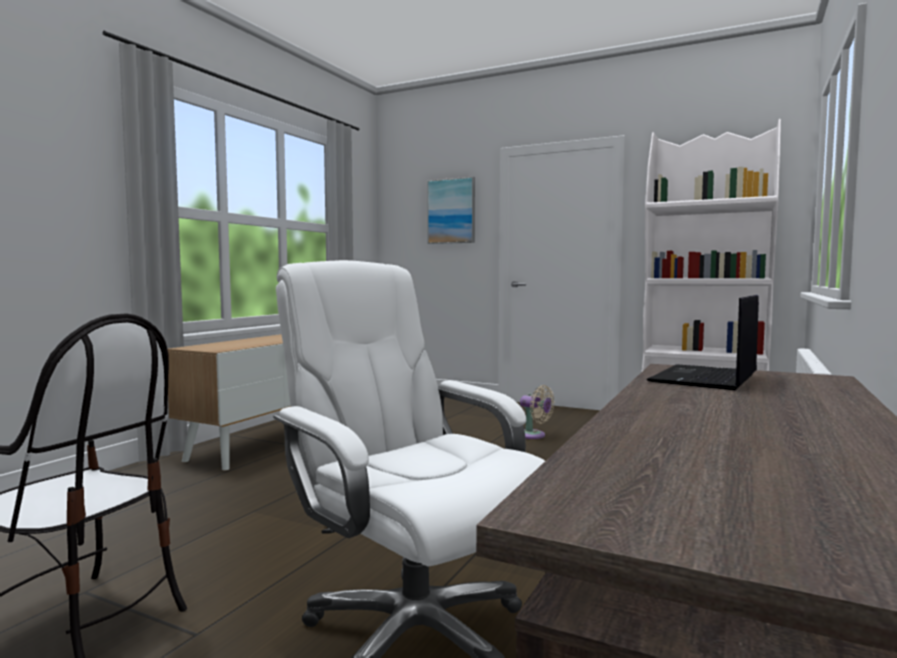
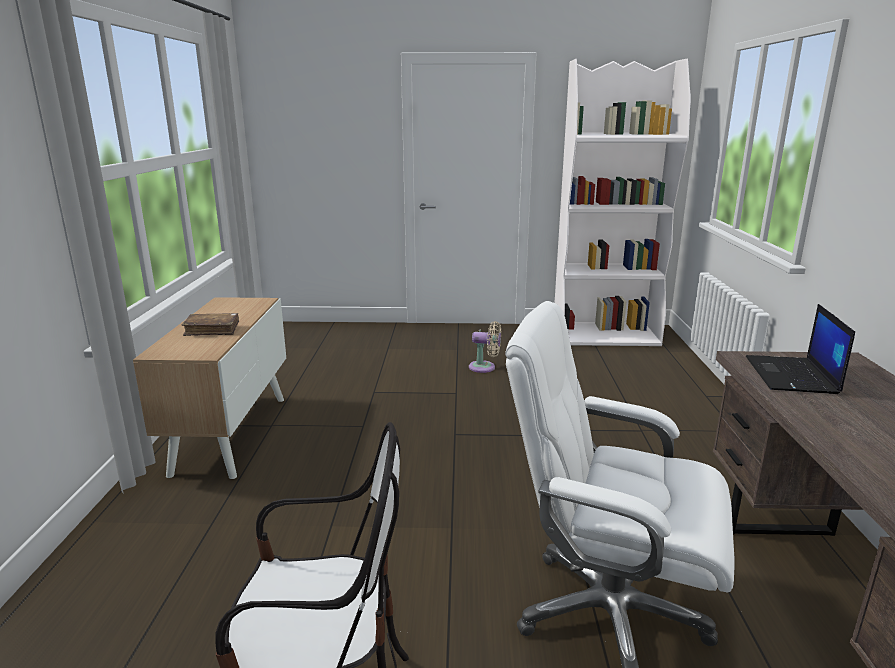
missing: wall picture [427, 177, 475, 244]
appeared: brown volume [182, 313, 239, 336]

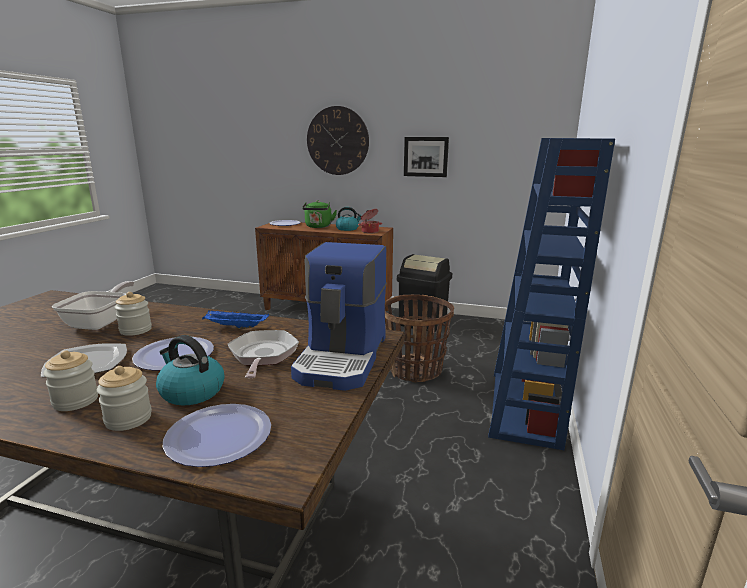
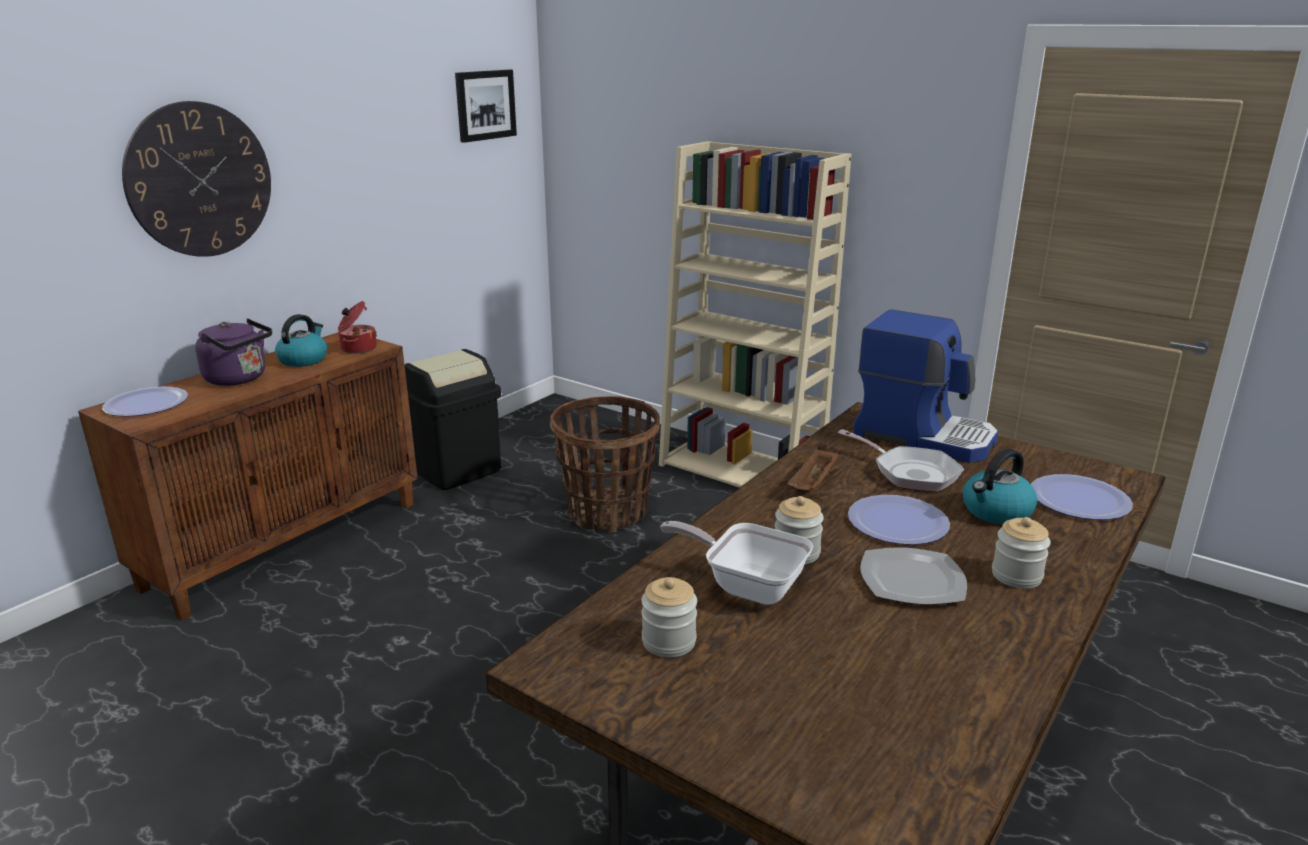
relocated: wall picture [404, 137, 449, 177] to [455, 70, 517, 143]; jar [97, 366, 152, 431] to [641, 577, 697, 657]
colour: blue-coloured bookshelf [488, 138, 615, 450] to beige-coloured bookshelf [659, 141, 851, 487]; green-coloured kettle [302, 200, 337, 228] to purple kettle [195, 319, 272, 386]; blue-coloured carrying tray [202, 310, 269, 329] to brown carrying tray [788, 447, 839, 490]
spun: frying pan [227, 330, 299, 378] = [838, 429, 964, 492] 150 degrees counterclockwise

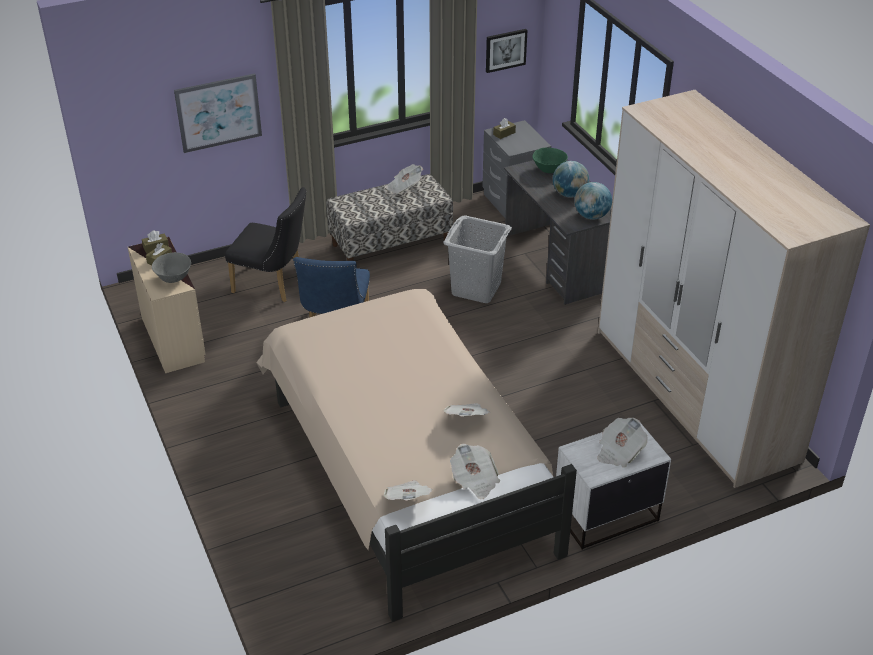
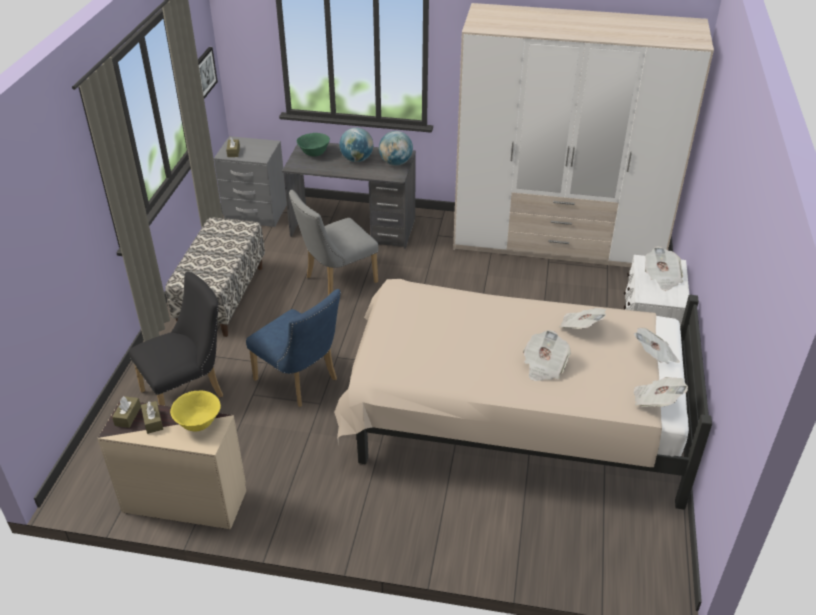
missing: wall picture [174, 73, 262, 153]
relocated: daily paper [386, 164, 423, 195] to [523, 330, 571, 381]
exchanged: greyish washing basket [444, 215, 512, 303] to greyish plain chair [289, 190, 378, 296]
colour: greyish deep dish [152, 252, 191, 283] to yellow-coloured deep dish [170, 391, 221, 432]

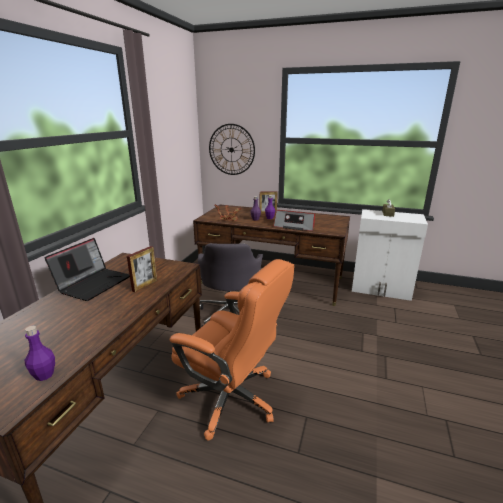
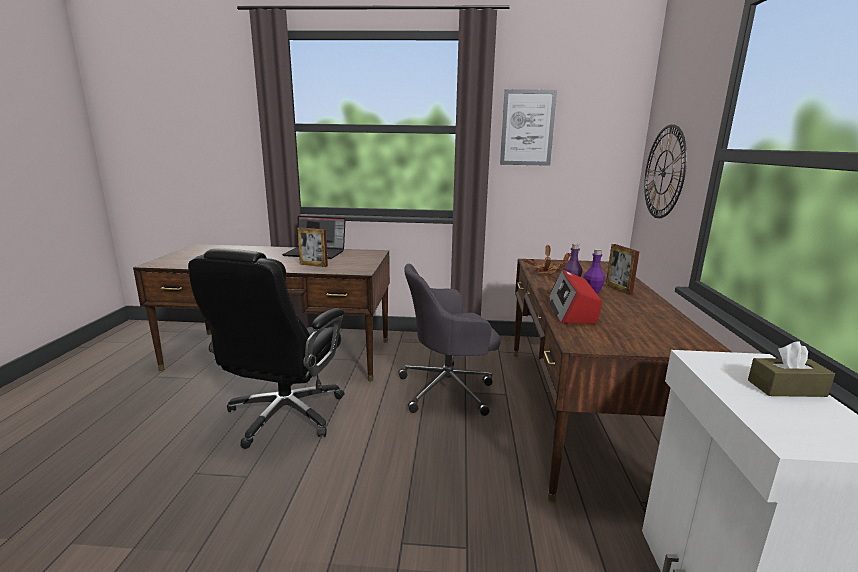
missing: purple drink bottle [25, 326, 55, 381]
appeared: wall picture [500, 89, 557, 166]
colour: orange-coloured office chair [170, 259, 294, 440] to black-coloured office chair [188, 248, 345, 449]

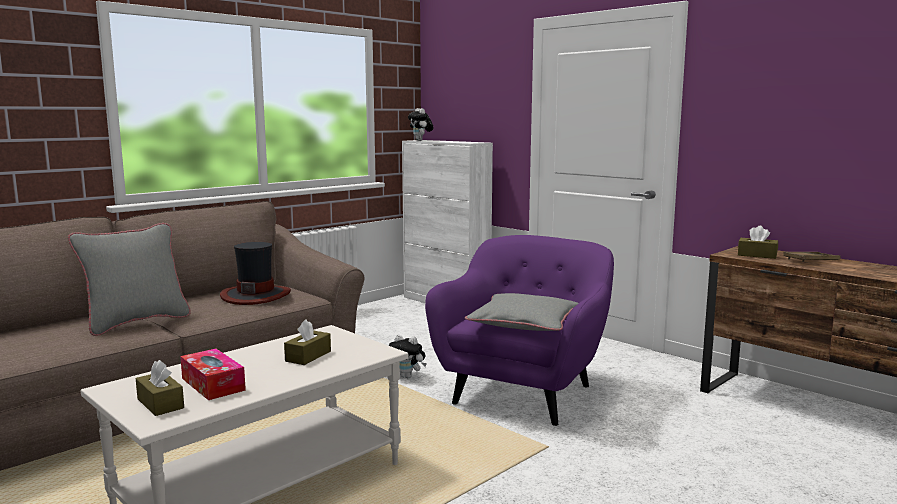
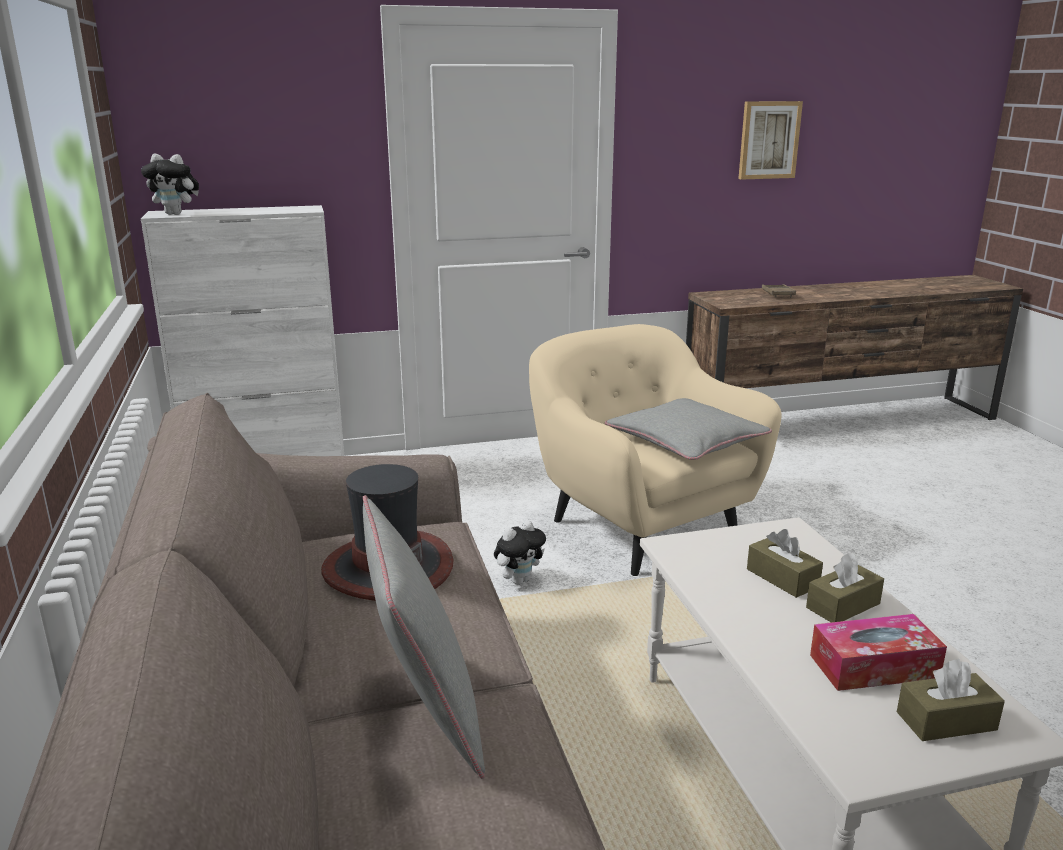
appeared: wall picture [738, 101, 803, 180]
relocated: brown box of tissues [738, 226, 778, 259] to [806, 552, 884, 622]
colour: purple lounge chair [425, 235, 614, 426] to beige-coloured lounge chair [529, 324, 781, 576]

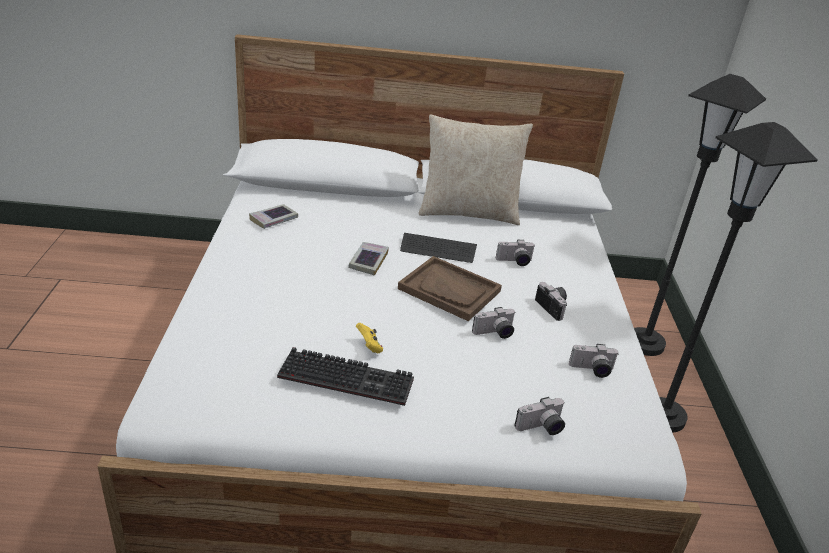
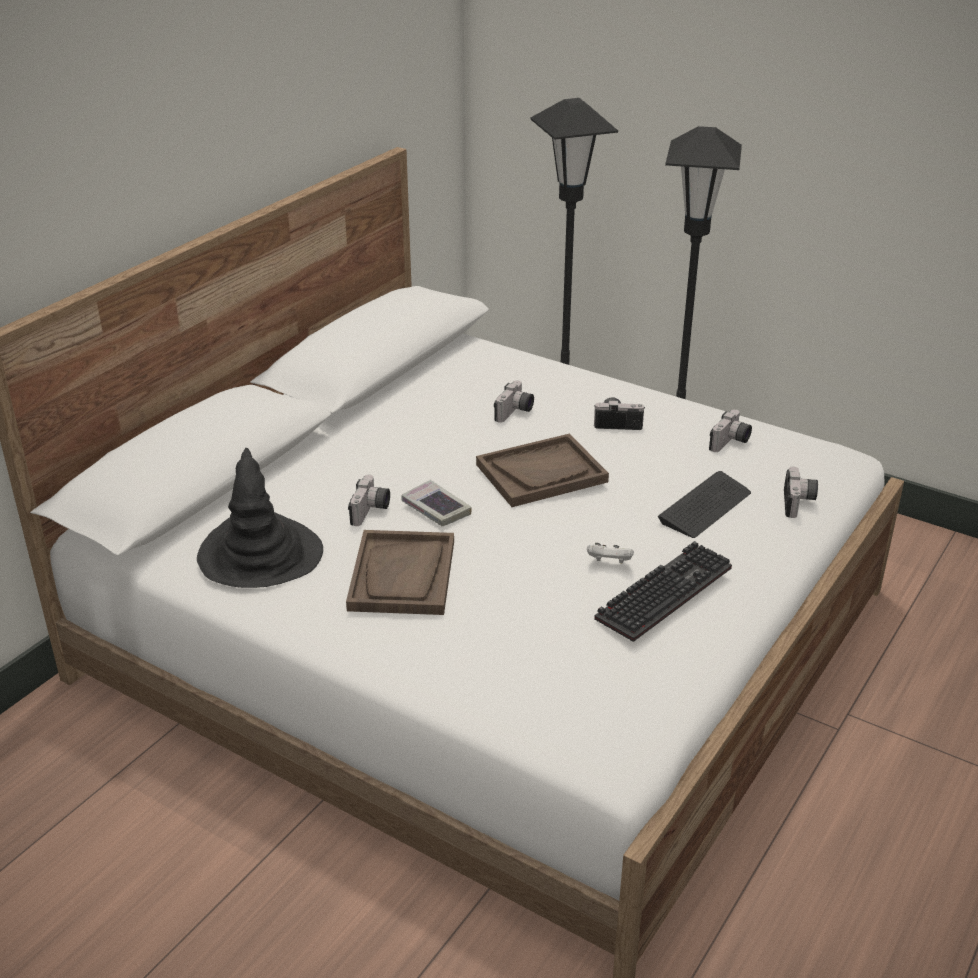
missing: beige-coloured throw pillow [418, 115, 533, 225]
appeared: brown carrying tray [346, 530, 454, 615]
relocated: keyboard [400, 233, 477, 263] to [658, 471, 751, 538]; photo camera [472, 307, 516, 339] to [348, 474, 390, 526]
exchanged: volume [249, 204, 298, 229] to black-coloured wearable hat [197, 448, 323, 588]
colour: yellow-coloured joypad [356, 323, 383, 353] to whitish joypad [587, 543, 634, 563]

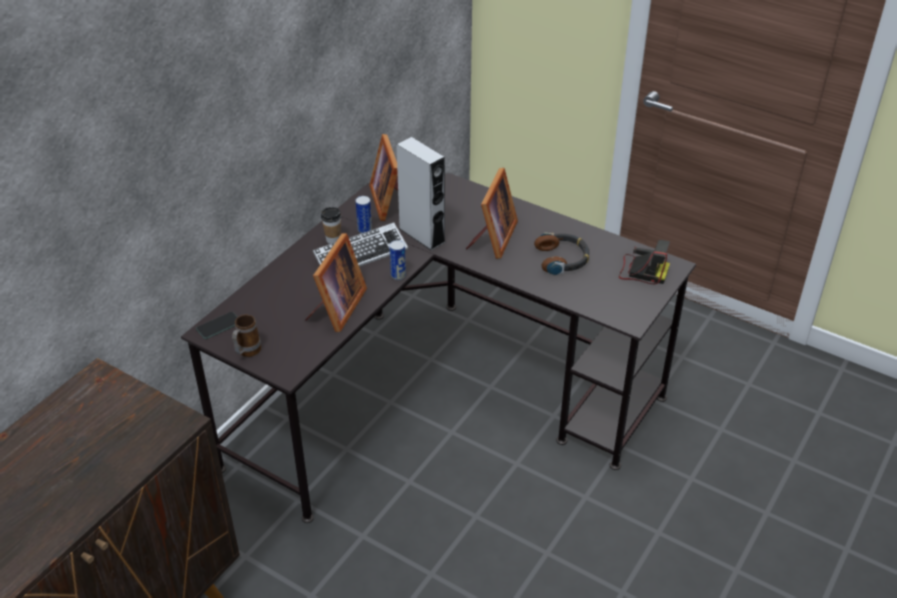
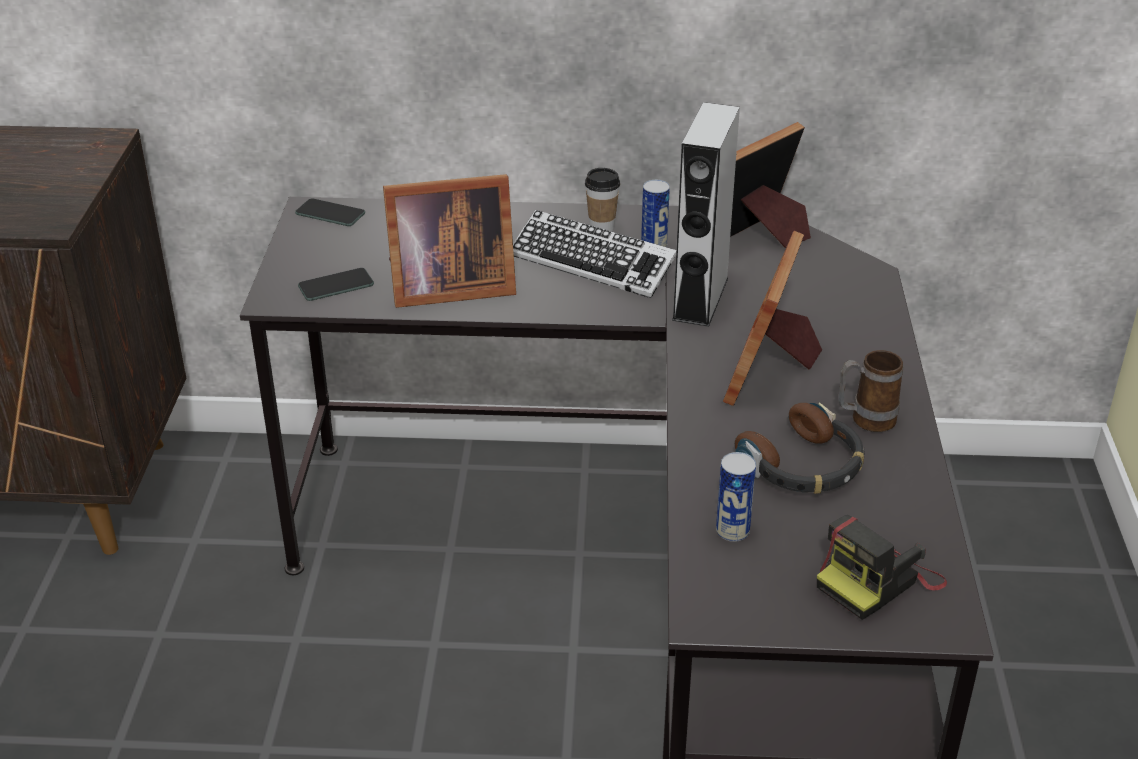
appeared: phone [298, 268, 374, 301]
relocated: can [389, 240, 406, 280] to [716, 452, 756, 542]; mug [232, 315, 261, 357] to [838, 350, 903, 432]
spun: picture frame [466, 168, 518, 259] = [723, 231, 822, 406] 120 degrees clockwise; photo camera [619, 240, 670, 284] = [817, 515, 947, 620] 60 degrees clockwise

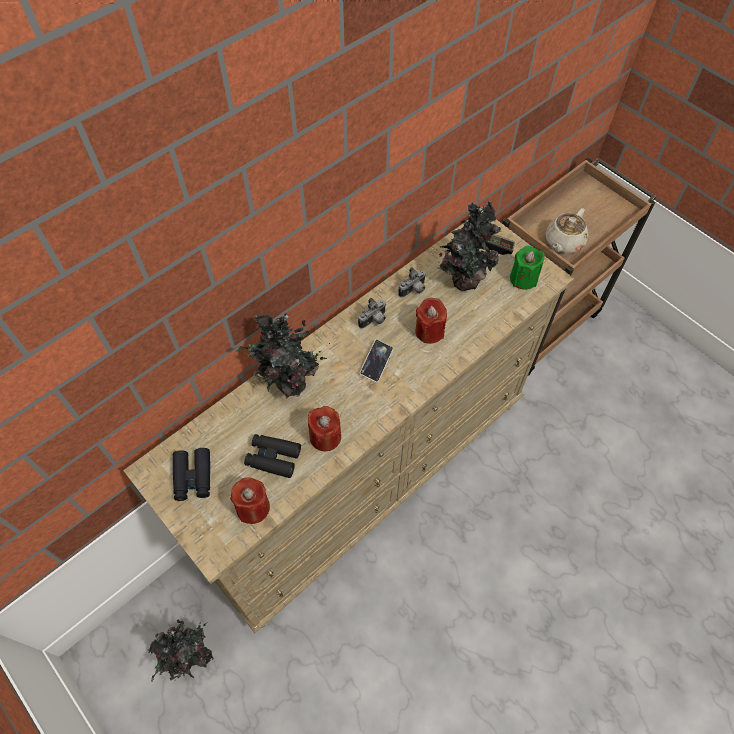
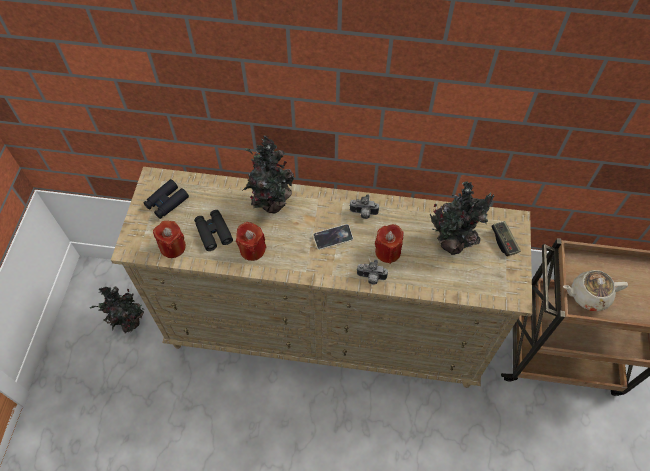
missing: green-coloured wax light [510, 246, 545, 290]
relocated: photo camera [398, 267, 426, 298] to [357, 260, 388, 284]

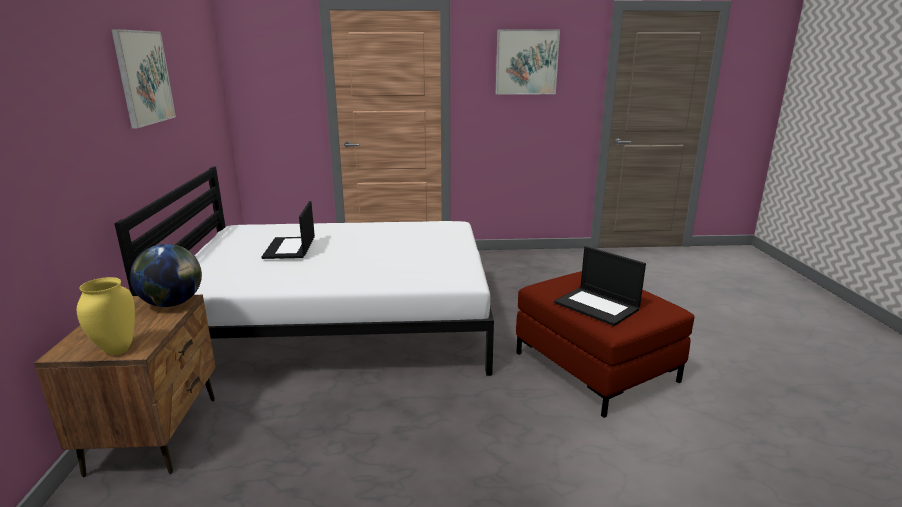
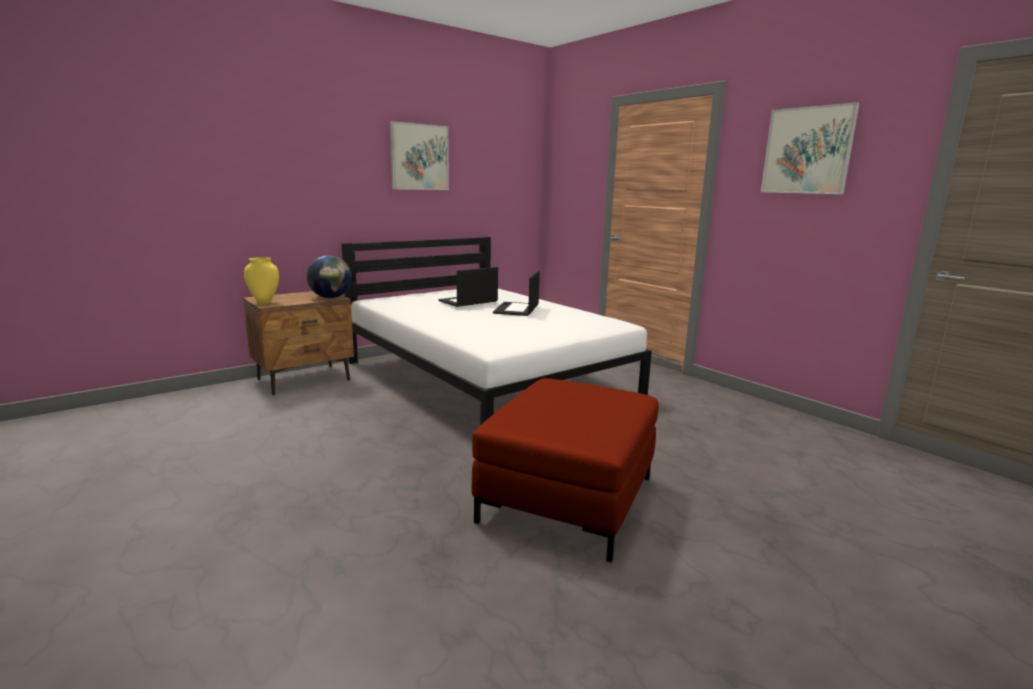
relocated: portable computer [554, 246, 646, 326] to [493, 270, 540, 316]

